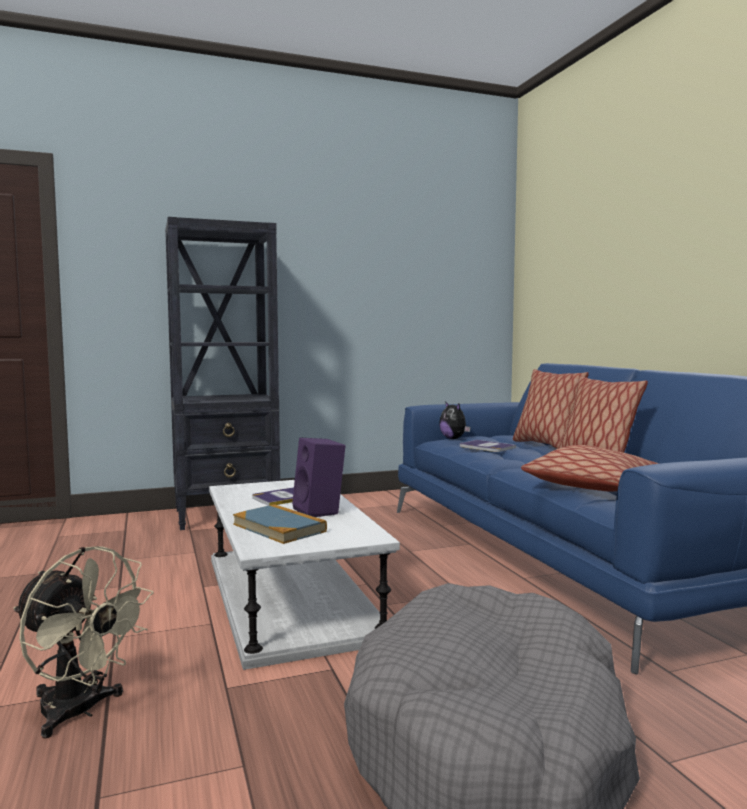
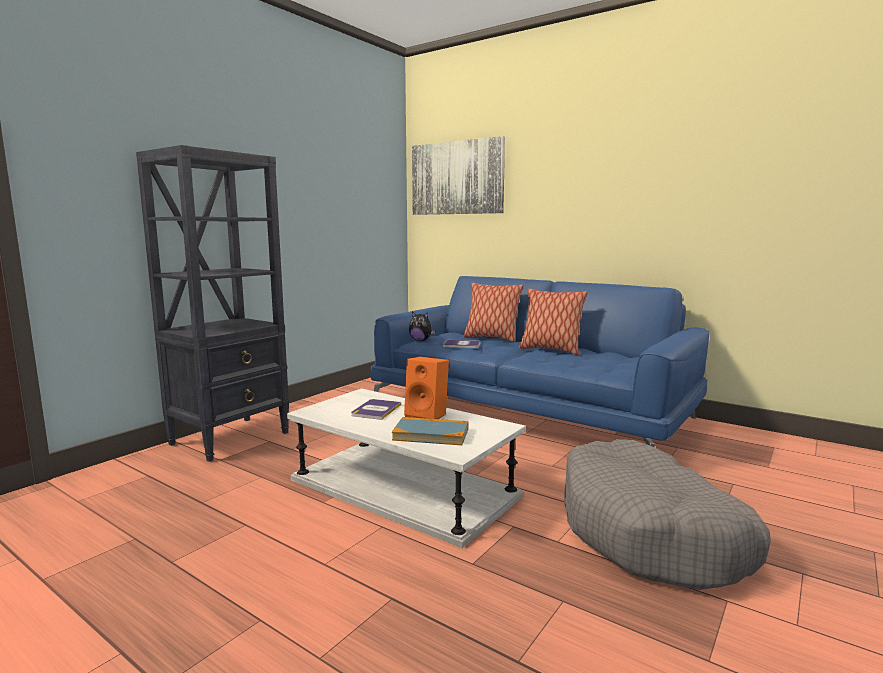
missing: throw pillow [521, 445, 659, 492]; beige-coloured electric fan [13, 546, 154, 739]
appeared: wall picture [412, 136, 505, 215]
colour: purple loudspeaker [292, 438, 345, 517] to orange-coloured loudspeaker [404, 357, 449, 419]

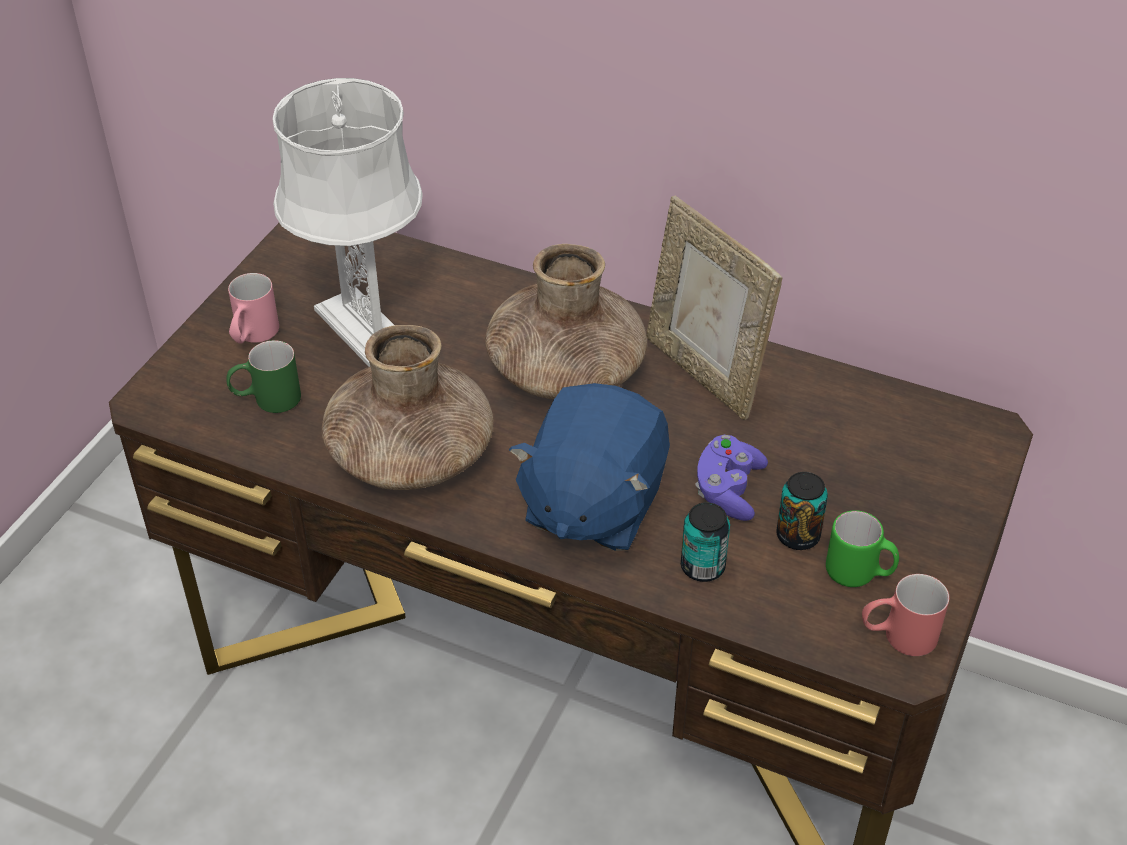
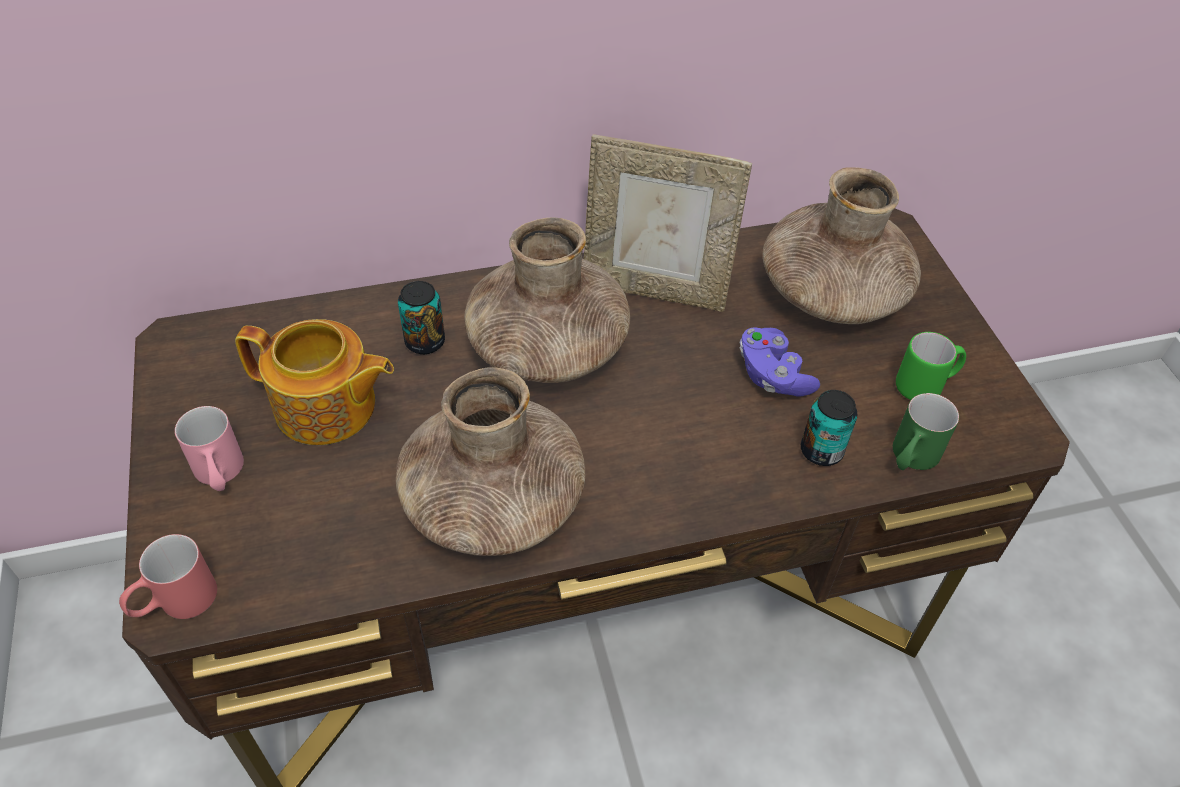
missing: blue-coloured soft toy [509, 383, 670, 551]
appeared: brown flower vase [763, 167, 921, 324]
relocated: green-coloured mug [226, 340, 301, 413] to [893, 393, 959, 470]; can [776, 472, 828, 550] to [398, 281, 445, 354]; red mug [862, 574, 949, 656] to [119, 534, 217, 619]
exchanged: whitish table lamp [273, 78, 423, 367] to tea pot [235, 319, 394, 445]

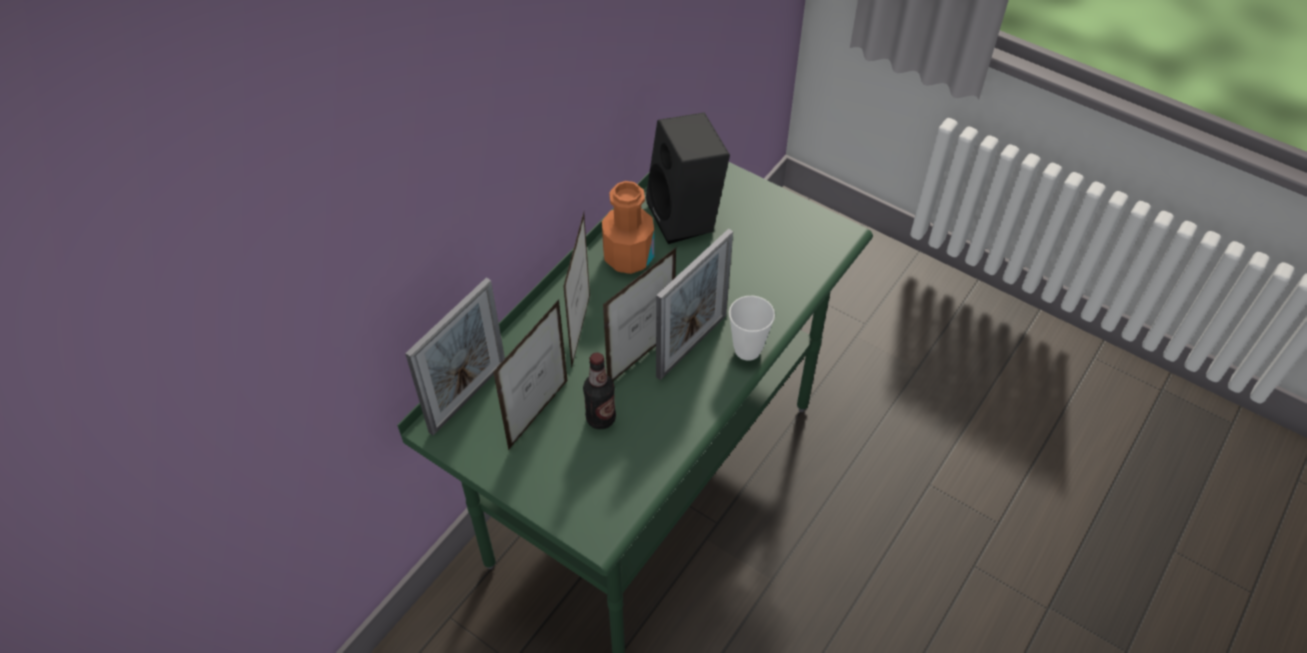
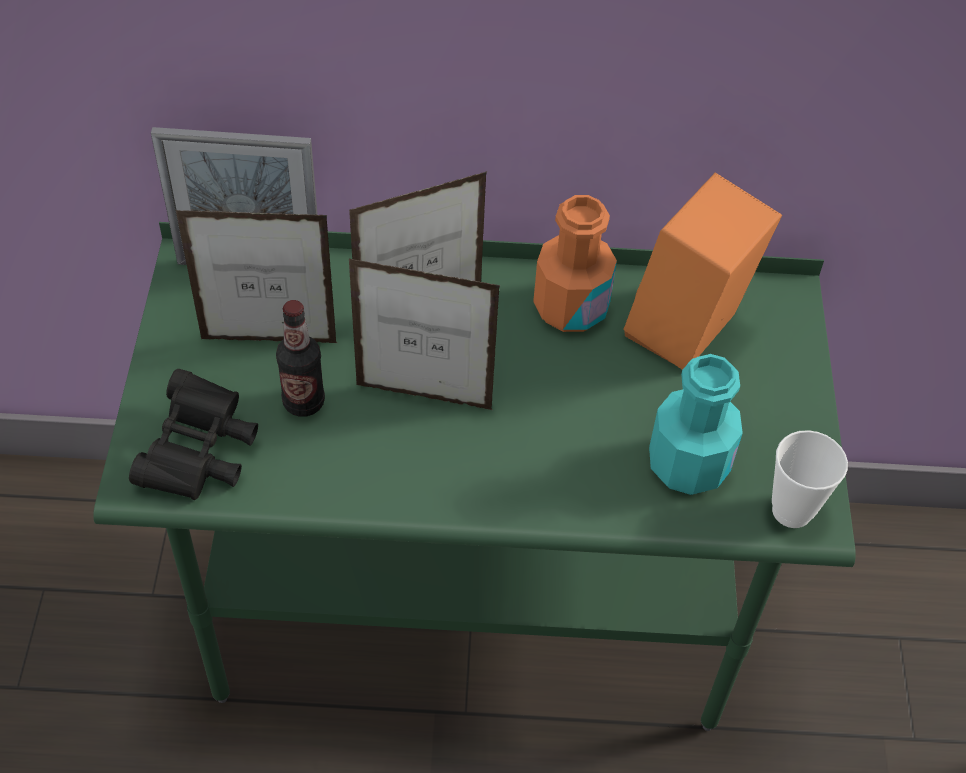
missing: picture frame [656, 229, 733, 380]
appeared: blue-green drink bottle [649, 354, 743, 495]; black-coloured pair of binoculars [129, 369, 258, 500]
relocated: small cup [729, 296, 775, 361] to [772, 430, 848, 528]
colour: black-coloured loudspeaker [646, 112, 730, 244] to orange-coloured loudspeaker [623, 173, 782, 370]

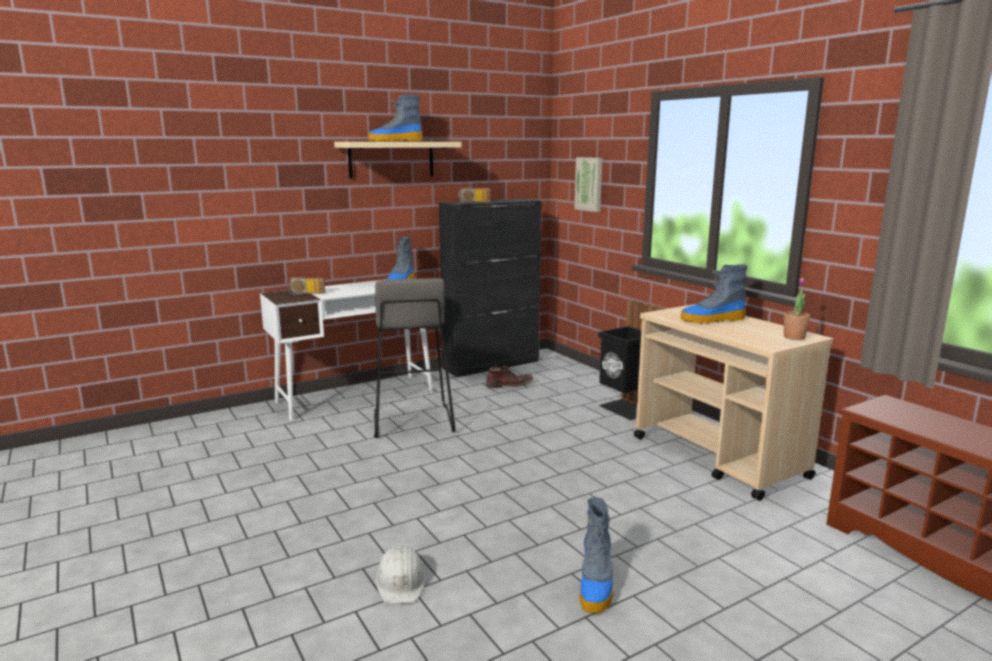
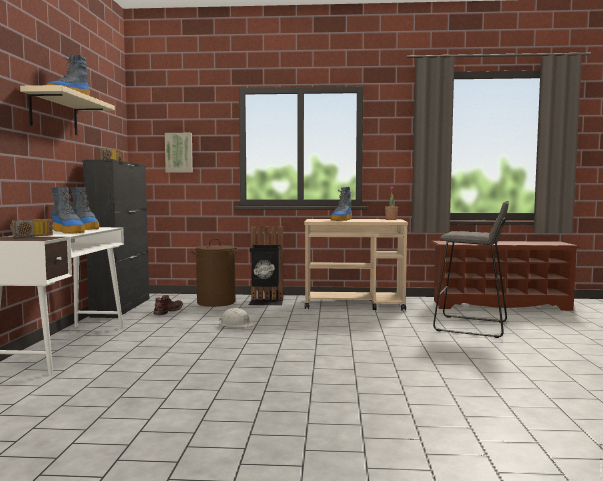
appeared: brown washing basket [192, 238, 238, 307]
relocated: greyish stool [374, 278, 456, 438] to [433, 201, 509, 338]; tall boot [579, 497, 613, 613] to [51, 187, 85, 234]; whitish safety helmet [375, 545, 426, 604] to [219, 308, 256, 328]

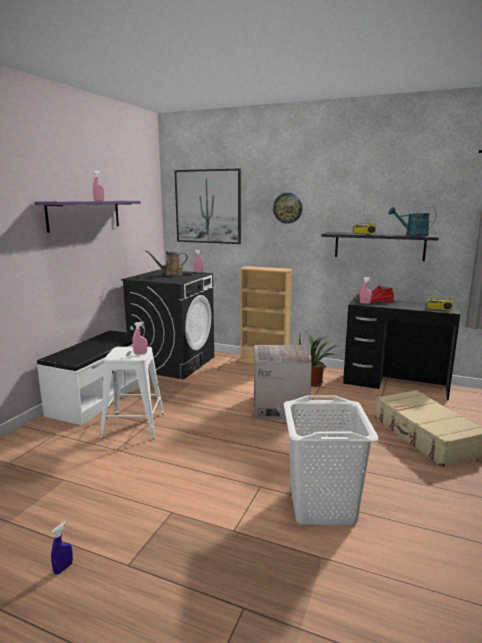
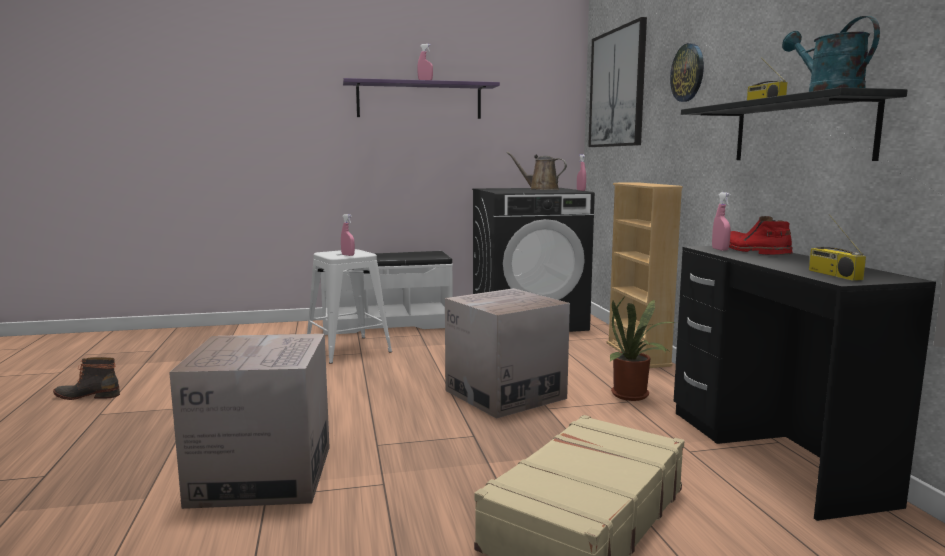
exchanged: whitish washing basket [283, 395, 379, 525] to packing box [169, 334, 330, 509]; blue-coloured hand sprayer [51, 521, 73, 575] to tall boot [53, 357, 120, 400]

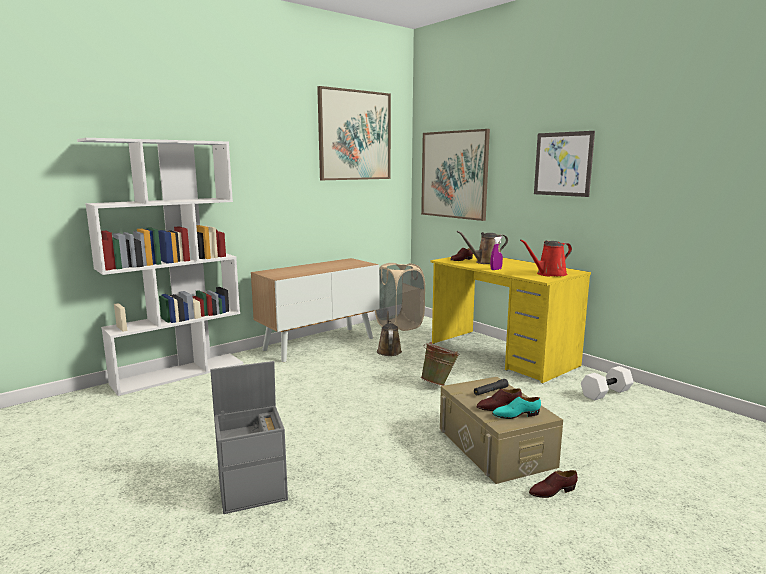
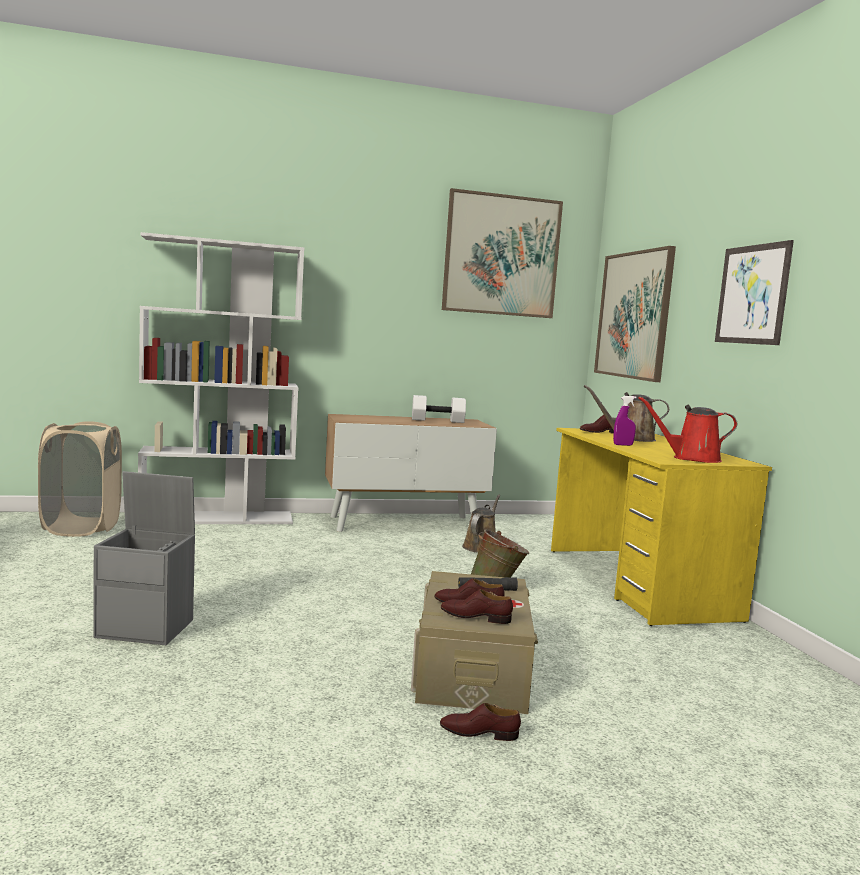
relocated: beige-coloured washing basket [375, 263, 425, 331] to [38, 421, 122, 537]; whitish hand weight [581, 366, 634, 401] to [412, 395, 466, 423]
colour: blue-green low shoe [492, 396, 541, 419] to brown low shoe [441, 589, 513, 624]

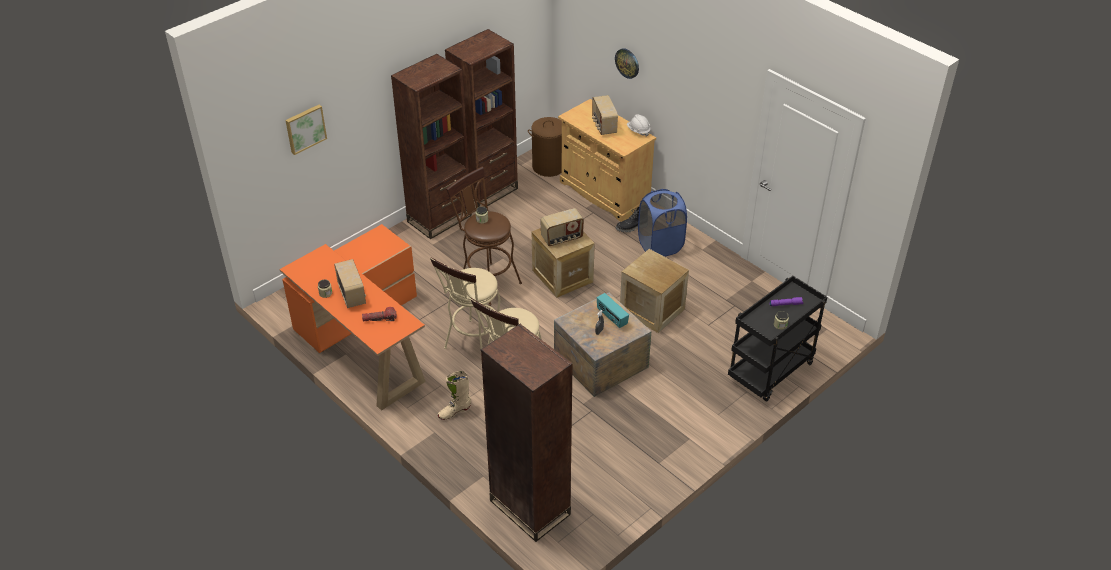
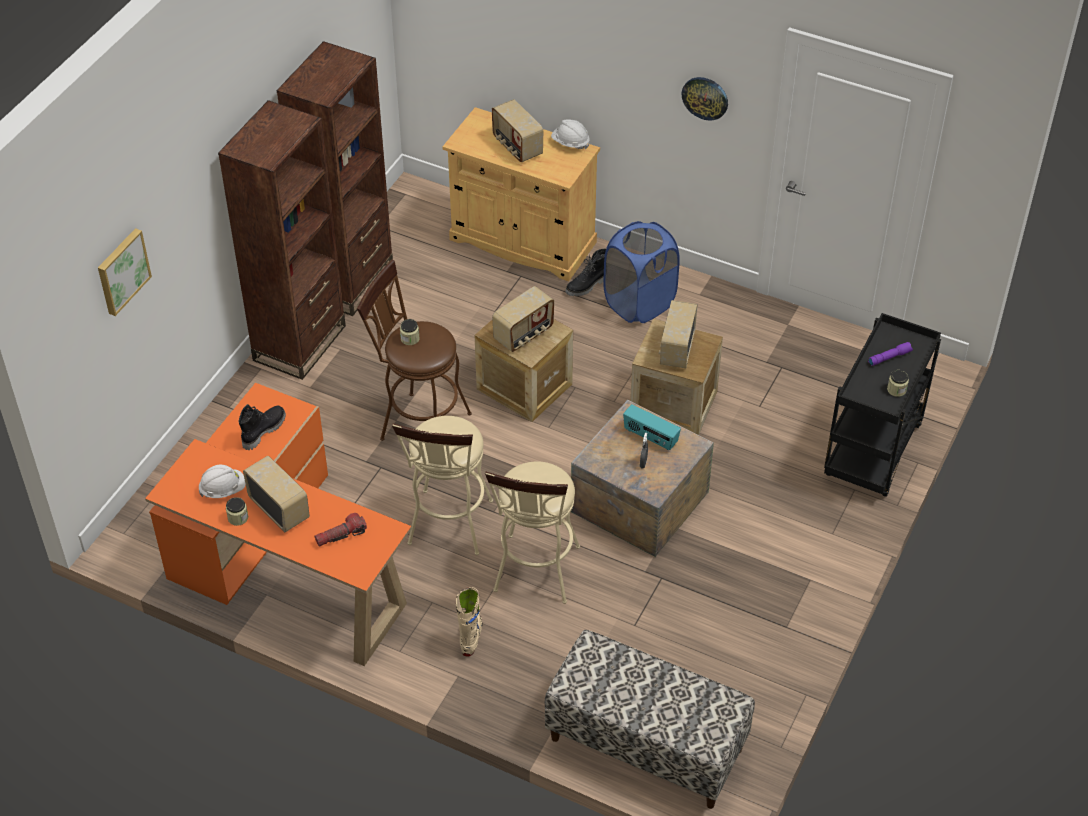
missing: brown washing basket [528, 117, 562, 177]
appeared: radio receiver [659, 300, 698, 368]; black-coloured tall boot [239, 404, 286, 450]; whitish safety helmet [199, 465, 246, 498]
relocated: wall clock [615, 48, 639, 79] to [682, 77, 728, 121]
exchanged: brown bookshelf [481, 324, 573, 542] to long seat [545, 630, 755, 809]
spun: beige-coloured tall boot [438, 371, 471, 420] = [456, 587, 483, 656] 150 degrees clockwise

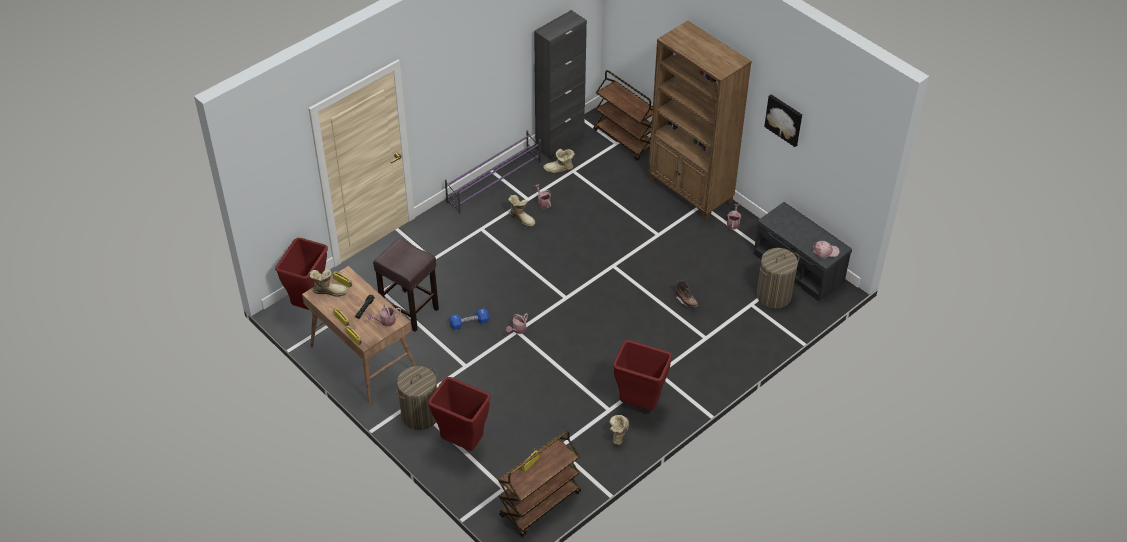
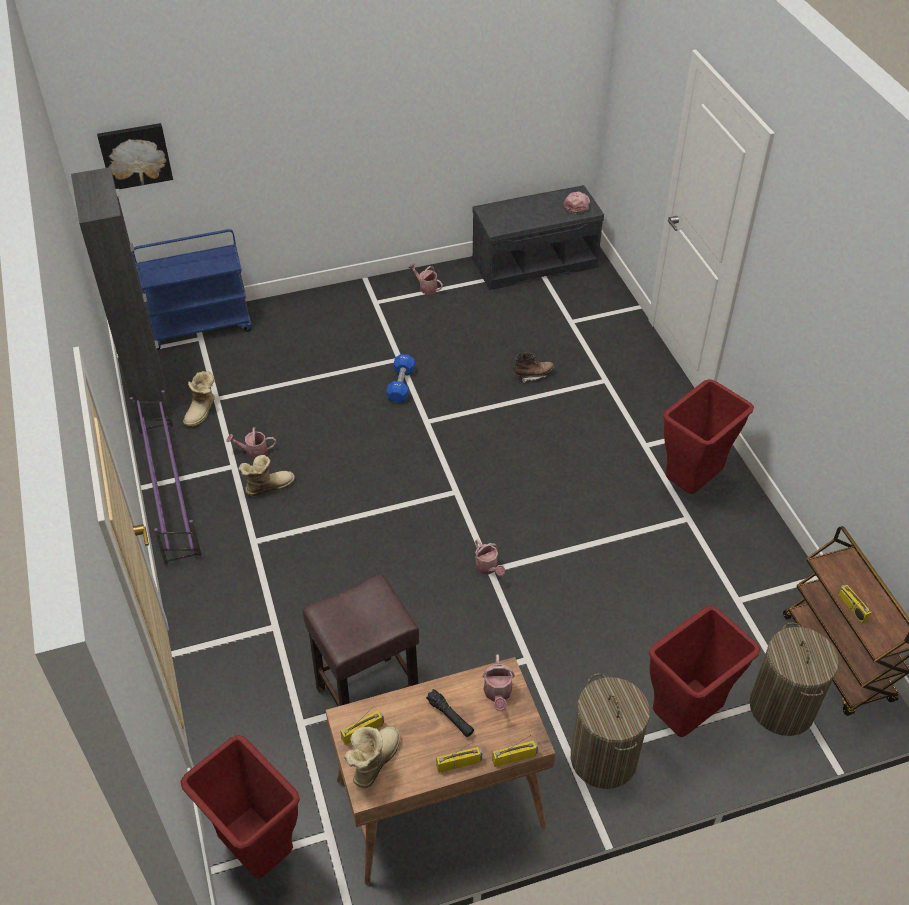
missing: brown bookshelf [648, 21, 752, 220]; tall boot [610, 415, 629, 445]
relocated: wall picture [764, 94, 802, 147] to [97, 123, 173, 189]; washing basket [757, 248, 799, 309] to [750, 622, 839, 736]; blue-coloured hand weight [449, 308, 489, 330] to [386, 354, 415, 403]
colour: brown trolley [593, 70, 653, 161] to blue-coloured trolley [133, 229, 252, 350]

